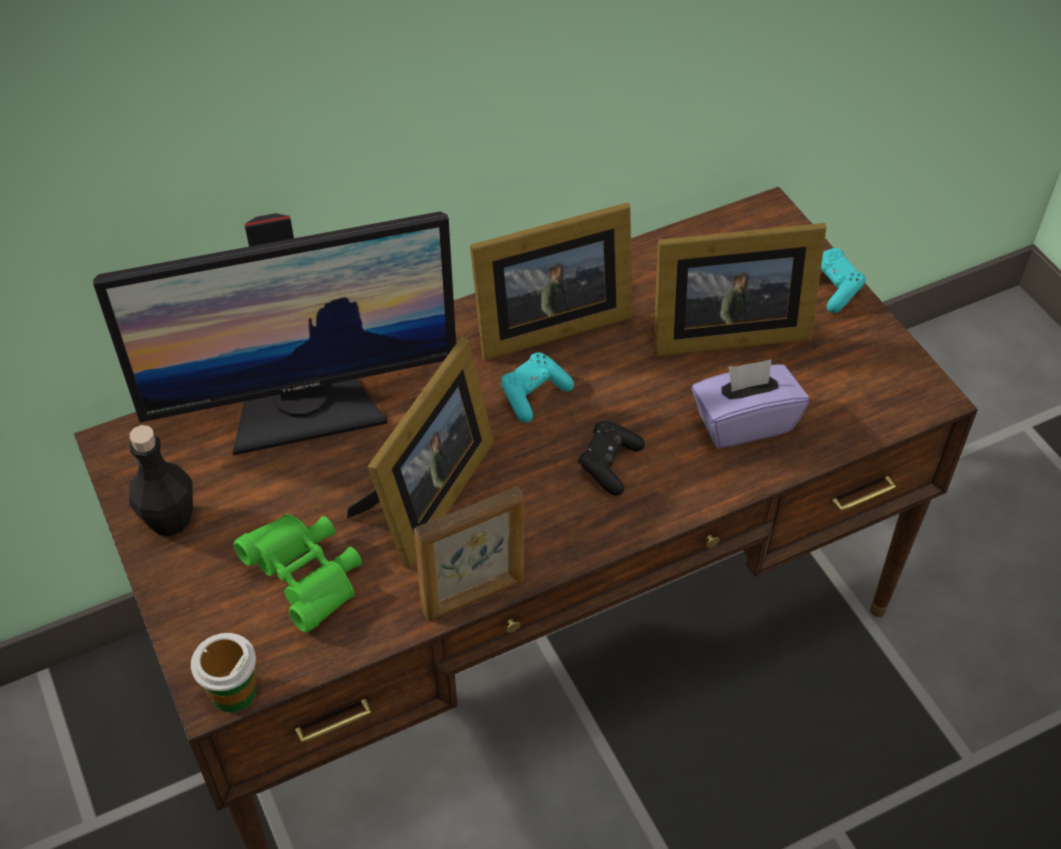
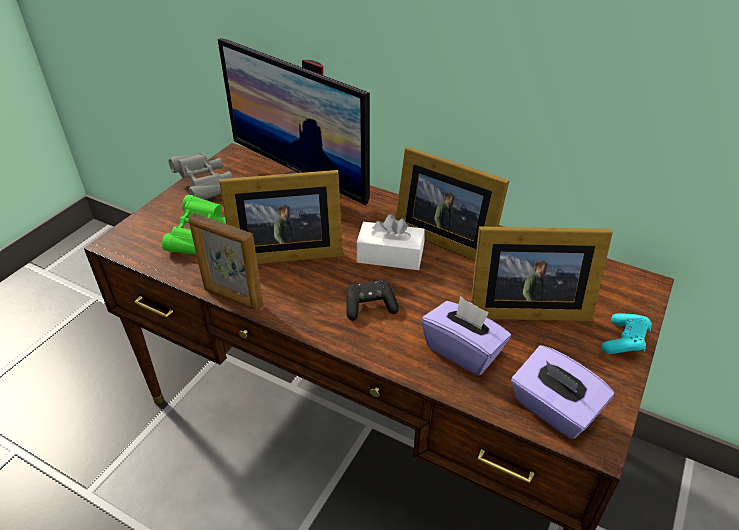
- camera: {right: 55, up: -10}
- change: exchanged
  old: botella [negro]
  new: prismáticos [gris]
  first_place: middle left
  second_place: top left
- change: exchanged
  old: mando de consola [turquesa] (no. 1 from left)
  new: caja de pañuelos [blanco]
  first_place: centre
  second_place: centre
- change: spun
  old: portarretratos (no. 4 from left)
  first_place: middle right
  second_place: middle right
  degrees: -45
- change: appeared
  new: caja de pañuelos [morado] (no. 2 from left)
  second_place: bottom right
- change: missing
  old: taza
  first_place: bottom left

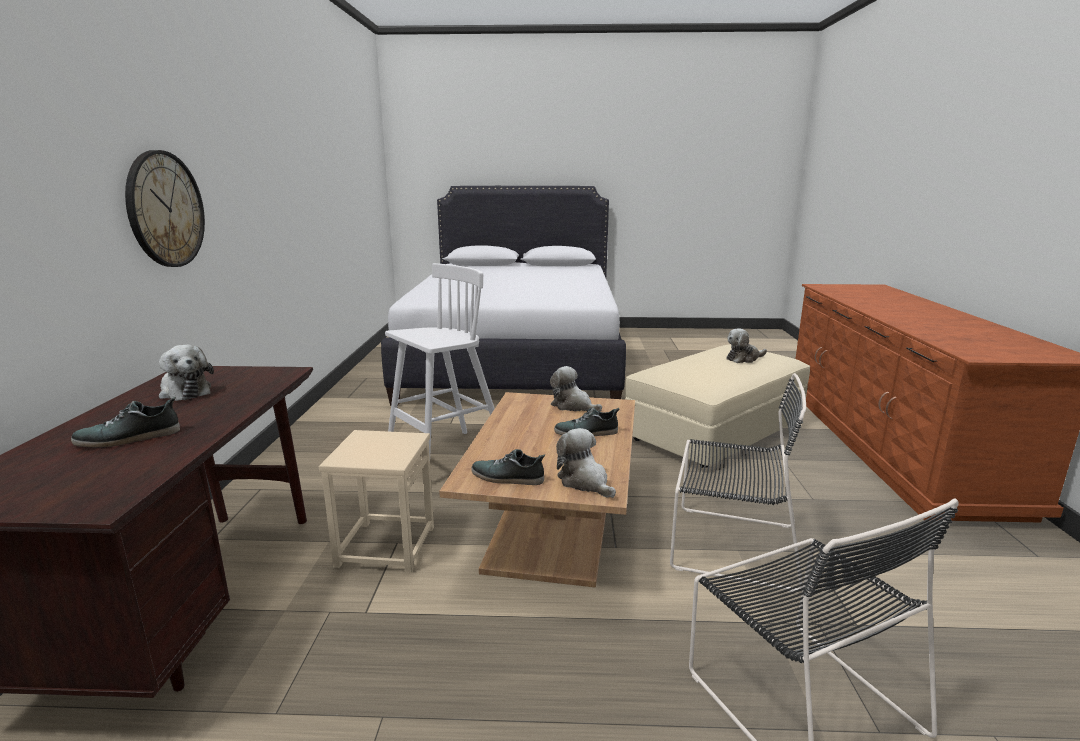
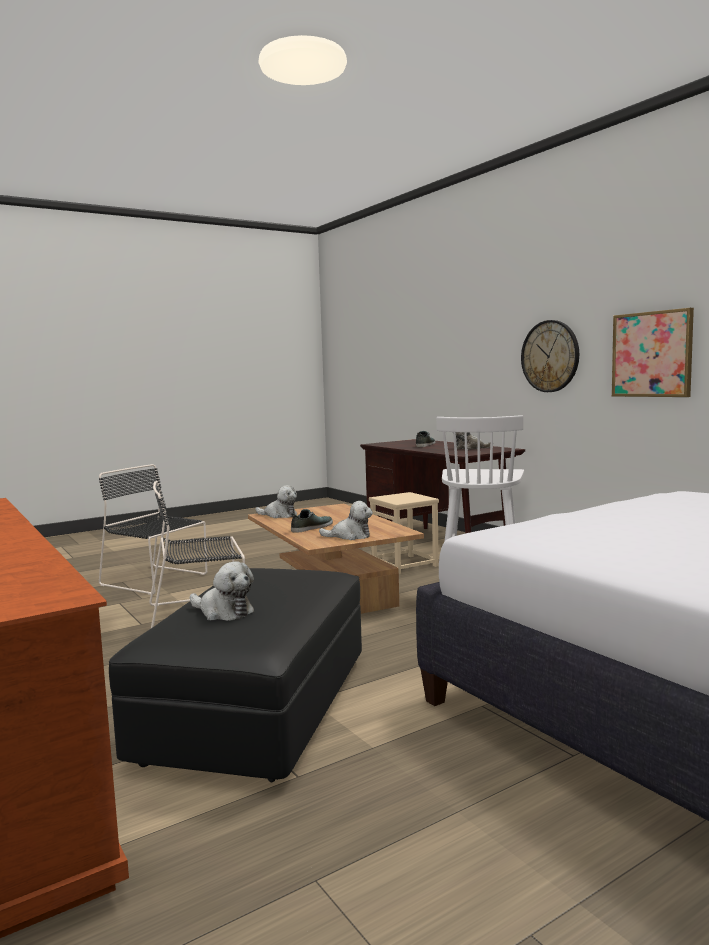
- camera: {right: 145, up: -10}
- change: colour
  old: puf [beis]
  new: puf [negro]
  first_place: centre
  second_place: bottom left
- change: spun
  old: peluche (no. 4 from left in the first image)
  first_place: middle right
  second_place: middle left
  degrees: 90
- change: appeared
  new: cuadro
  second_place: middle right
- change: missing
  old: zapato (no. 2 from left)
  first_place: centre

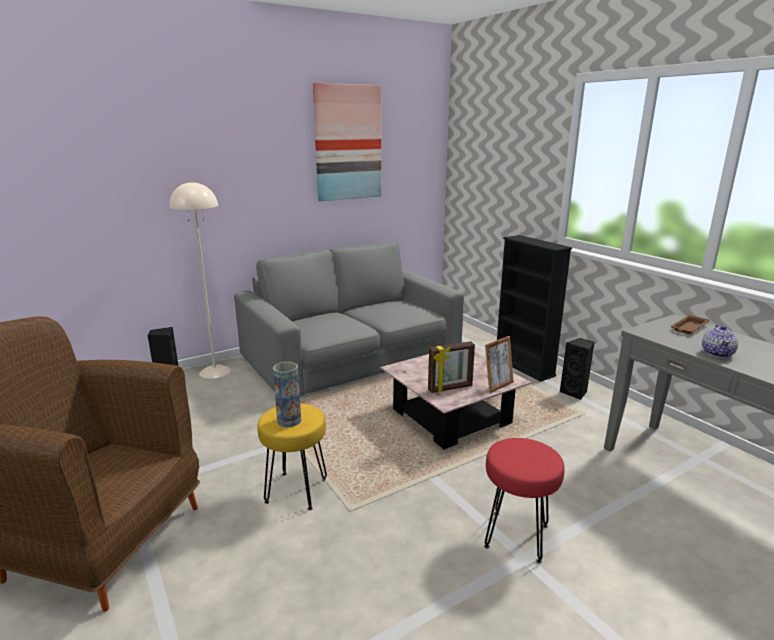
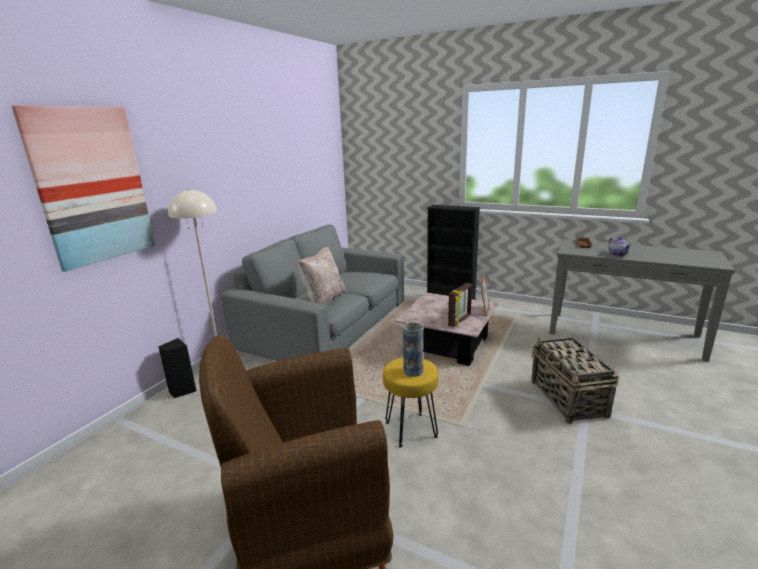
- camera: {right: -30, up: 0}
- change: relocated
  old: cuadro
  first_place: top centre
  second_place: top left
- change: appeared
  new: cojín [beis]
  second_place: centre
- change: exchanged
  old: taburete [rojo]
  new: cesta
  first_place: bottom right
  second_place: bottom right
- change: missing
  old: altavoz [negro] (no. 2 from left)
  first_place: middle right

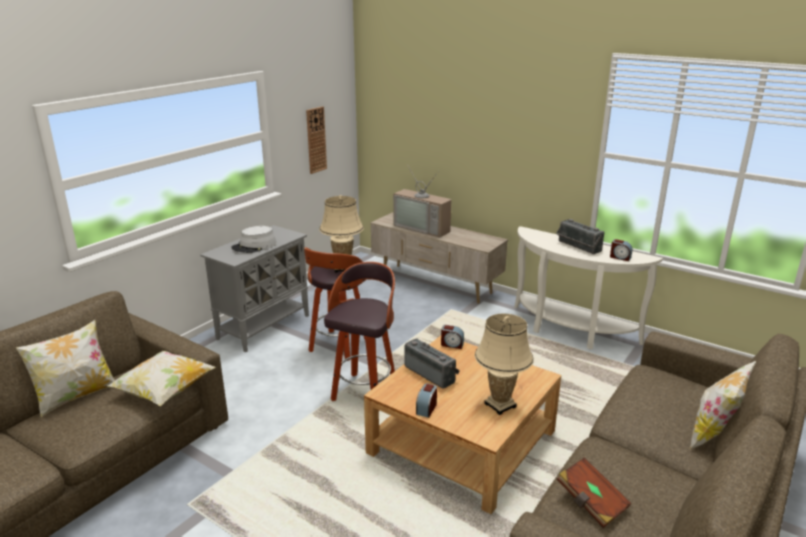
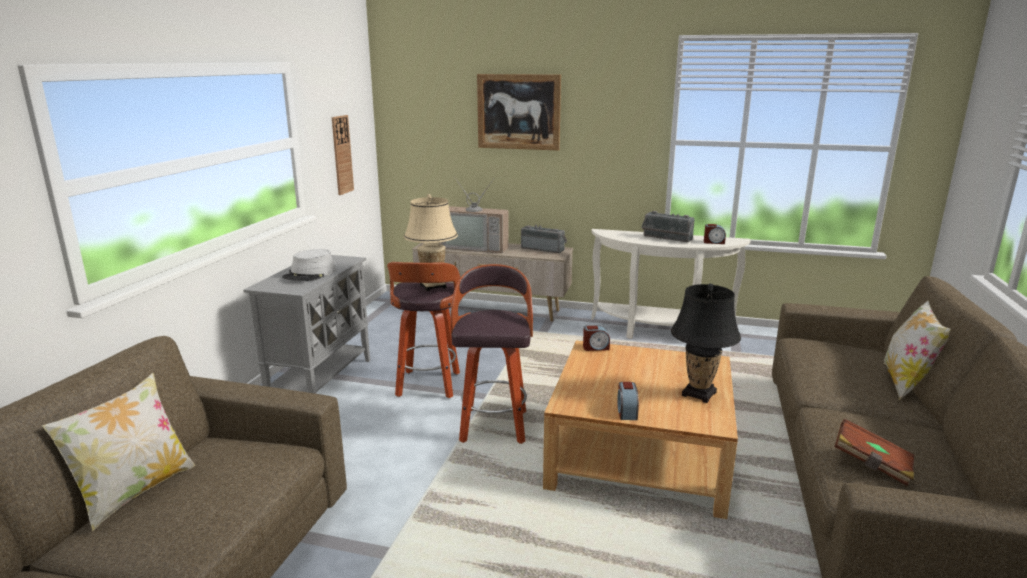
- camera: {right: -20, up: -5}
- change: appeared
  new: cuadro
  second_place: top centre
- change: relocated
  old: radio (no. 1 from left)
  first_place: bottom centre
  second_place: centre
- change: colour
  old: lámpara de mesa [beis] (no. 2 from left)
  new: lámpara de mesa [negro]
  first_place: bottom centre
  second_place: middle right
- change: missing
  old: cojín (no. 2 from left)
  first_place: bottom left

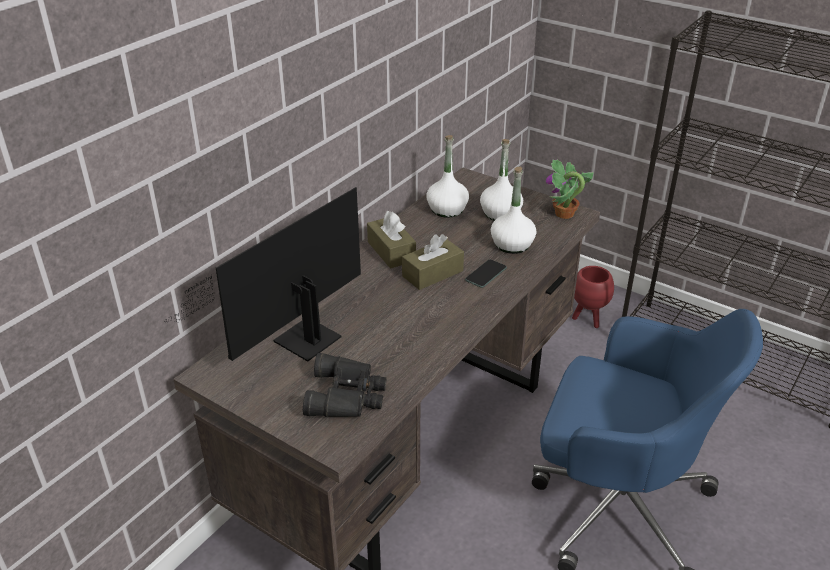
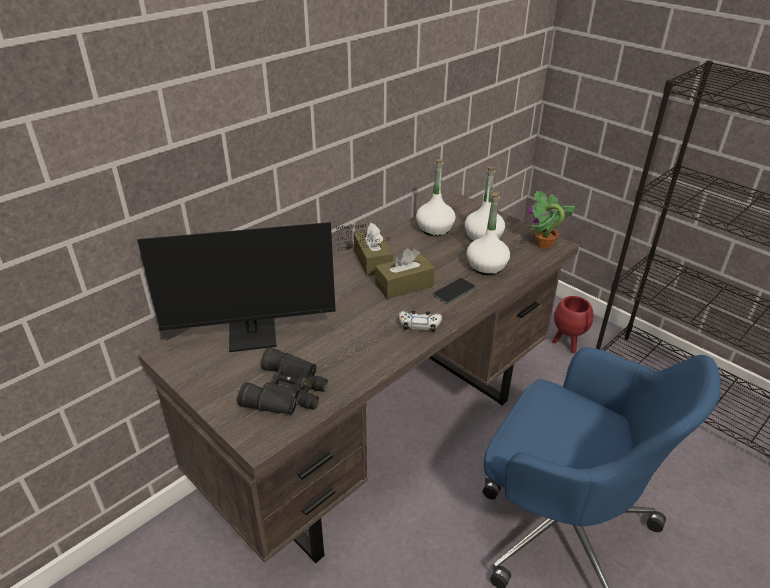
- camera: {right: 10, up: 0}
- change: spun
  old: monitor
  first_place: middle left
  second_place: centre
  degrees: -150
- change: appeared
  new: mando de consola [blanco]
  second_place: centre

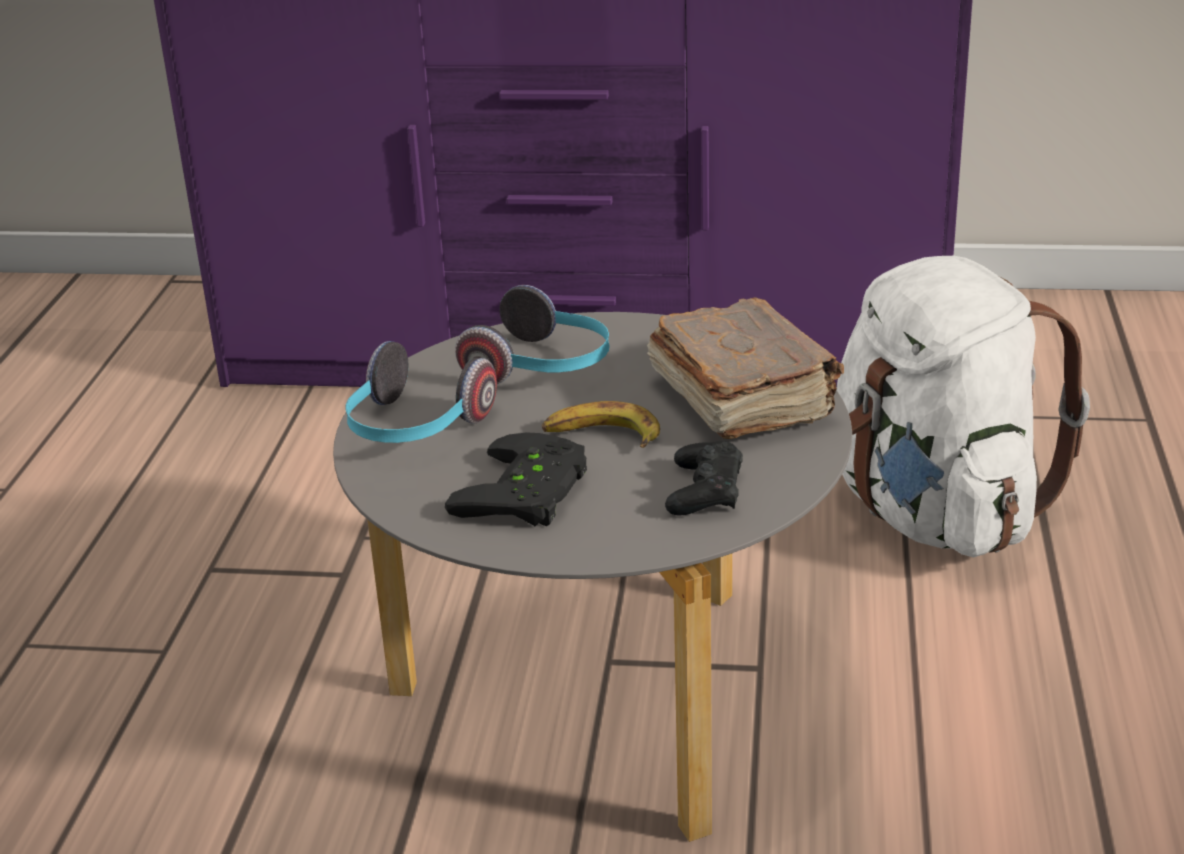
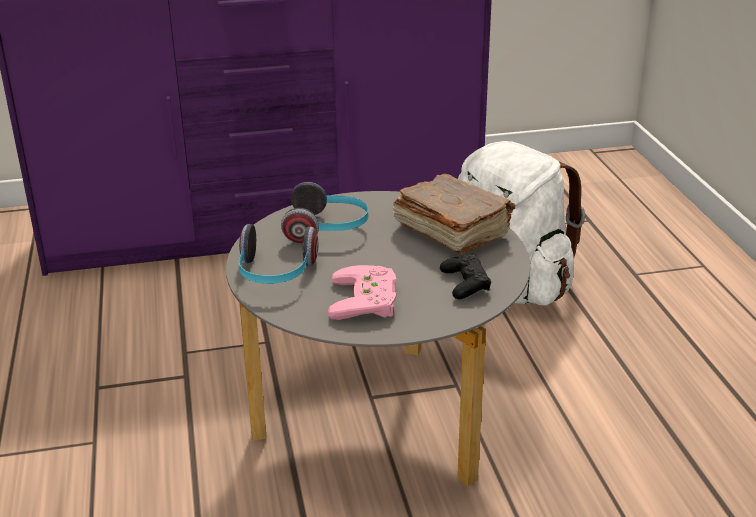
- camera: {right: -20, up: 0}
- change: colour
  old: mando de consola [negro] (no. 1 from left)
  new: mando de consola [rosa]
  first_place: centre
  second_place: centre
- change: missing
  old: plátano
  first_place: centre

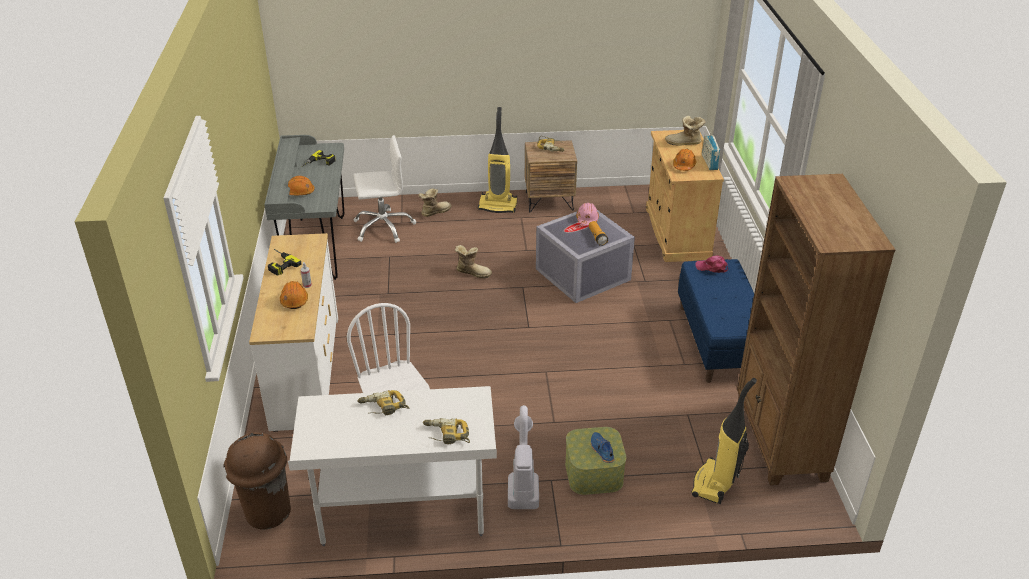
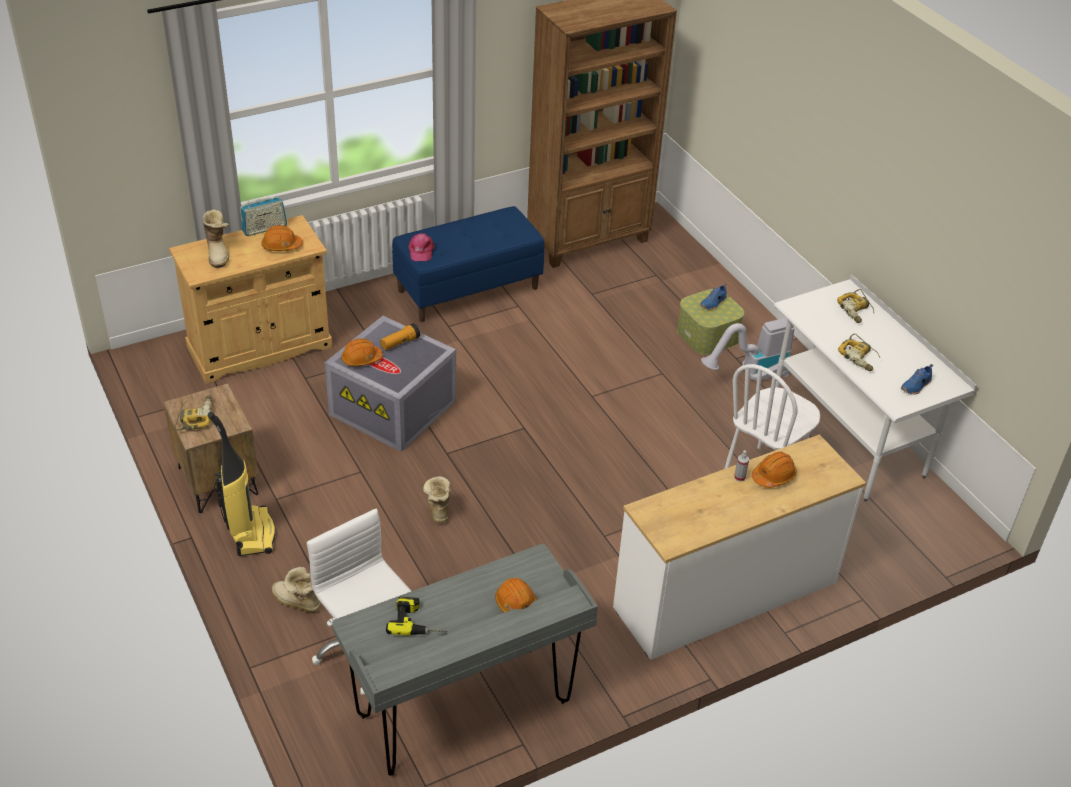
- camera: {right: -115, up: 5}
- change: colour
  old: casco [rosa]
  new: casco [naranja] (no. 2 from left)
  first_place: centre
  second_place: centre
- change: appeared
  new: zapato [azul] (no. 2 from left)
  second_place: middle right
- change: missing
  old: papelera [marrón]
  first_place: bottom left
- change: missing
  old: taladro (no. 1 from left)
  first_place: middle left
- change: missing
  old: aspiradora (no. 3 from left)
  first_place: bottom right

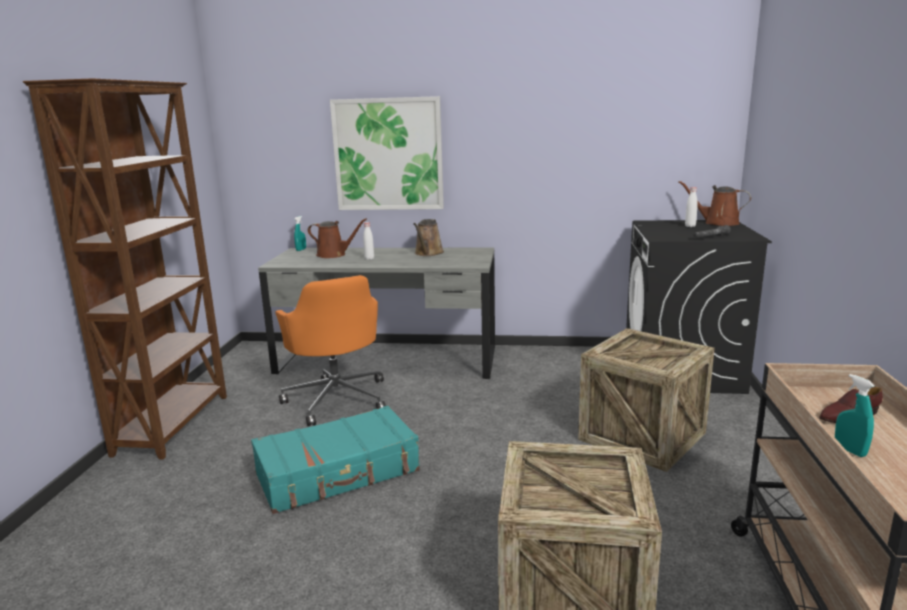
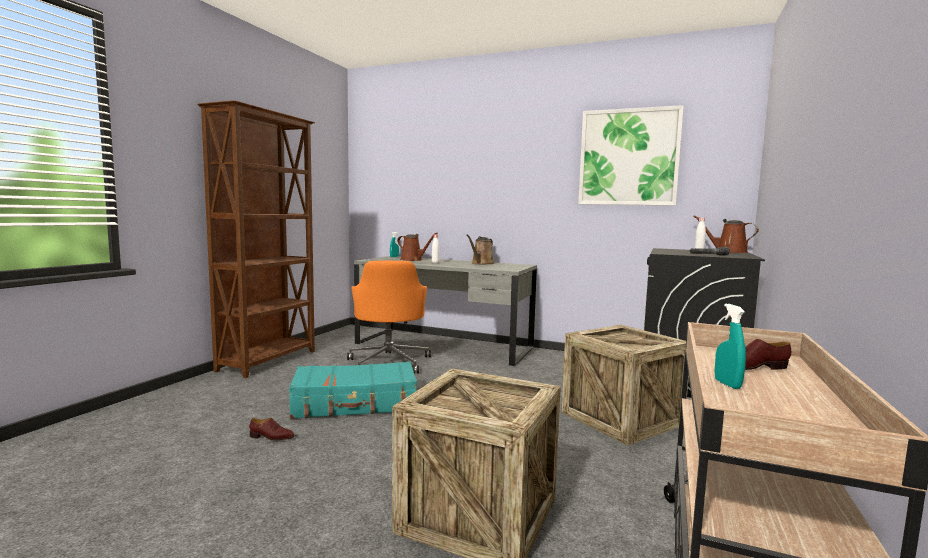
- camera: {right: 15, up: -10}
- change: appeared
  new: zapato [marrón] (no. 1 from left)
  second_place: bottom left
- change: relocated
  old: cuadro
  first_place: top centre
  second_place: top right

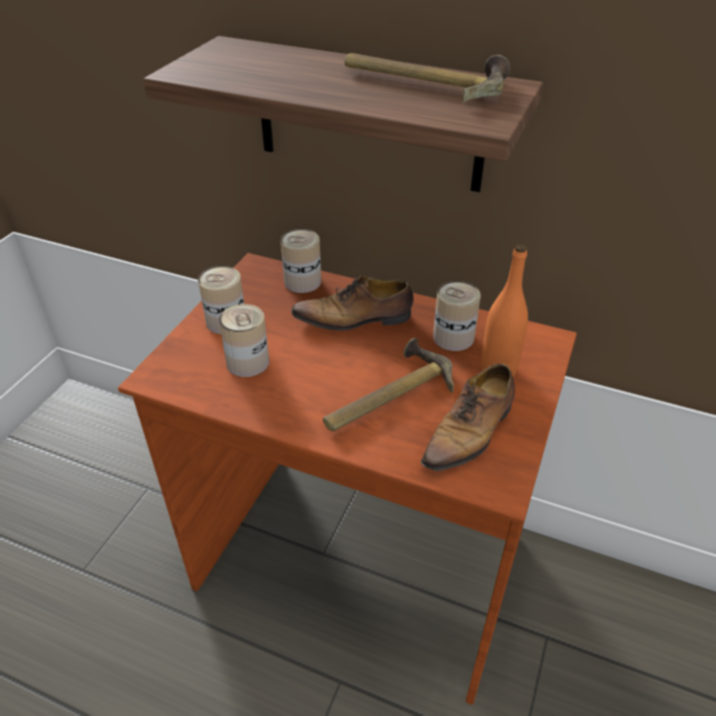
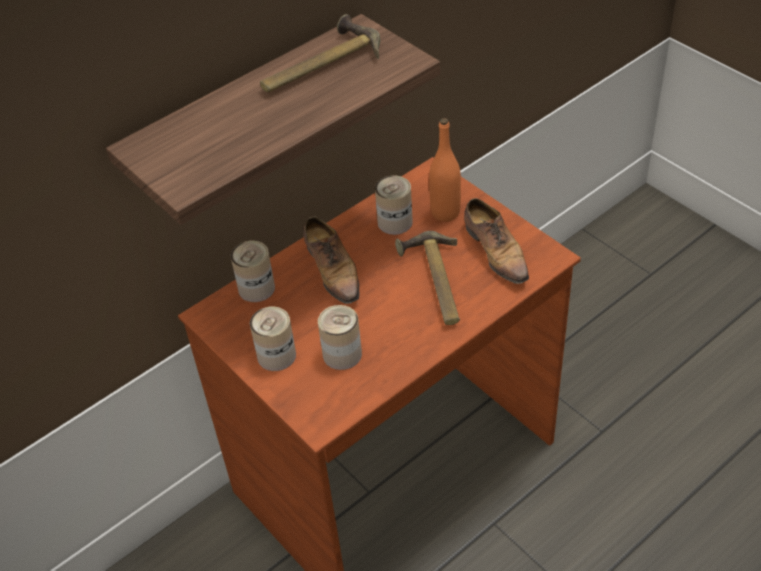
- camera: {right: -60, up: 5}
- change: spun
  old: zapato (no. 1 from left)
  first_place: centre
  second_place: centre
  degrees: -45

